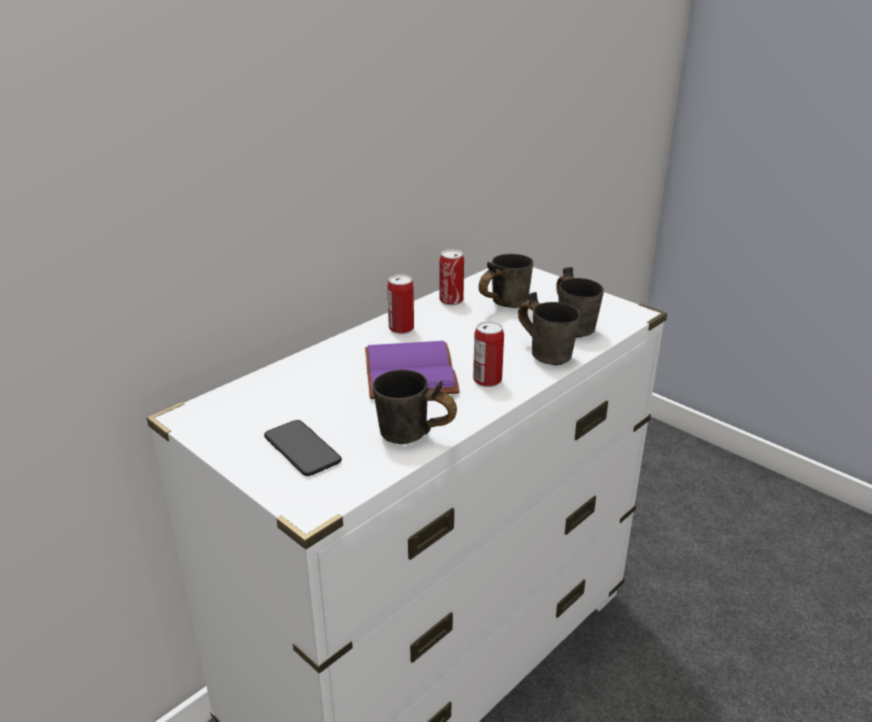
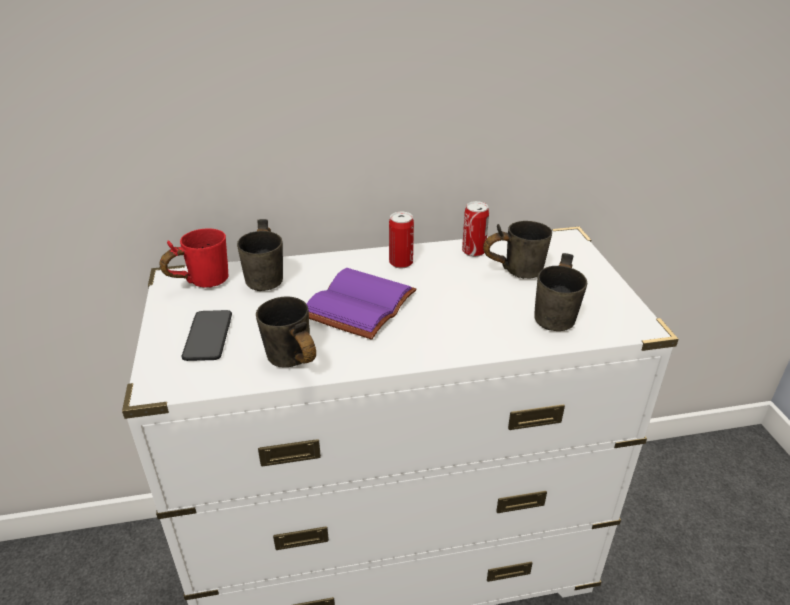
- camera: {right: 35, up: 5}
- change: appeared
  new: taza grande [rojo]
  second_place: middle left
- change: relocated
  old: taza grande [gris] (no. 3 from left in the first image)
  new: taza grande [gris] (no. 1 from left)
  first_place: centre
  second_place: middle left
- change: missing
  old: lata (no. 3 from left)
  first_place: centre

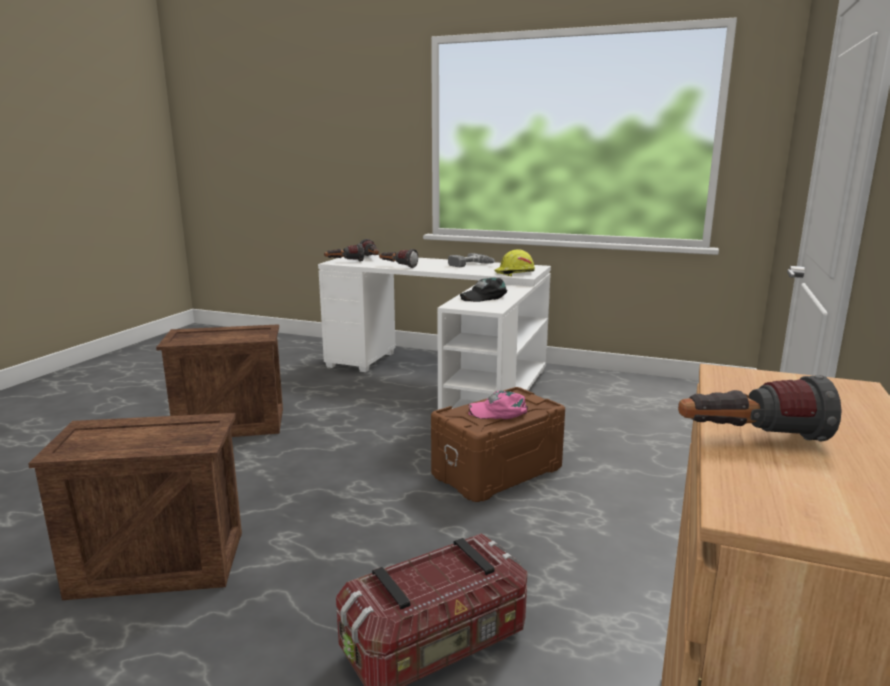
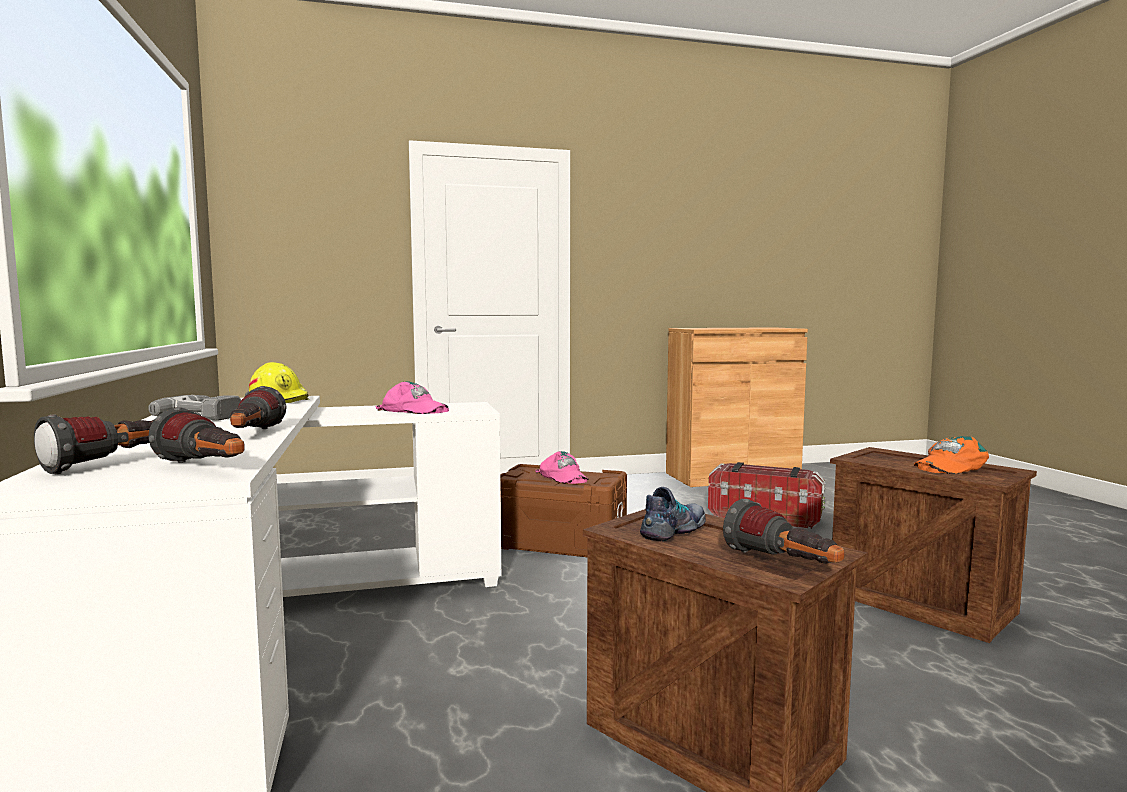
- camera: {right: -125, up: -10}
- change: colour
  old: gorra [negro]
  new: gorra [rosa] (no. 1 from left)
  first_place: centre
  second_place: centre
- change: appeared
  new: zapato
  second_place: centre
- change: relocated
  old: linterna (no. 4 from left)
  first_place: middle right
  second_place: bottom right
- change: appeared
  new: gorra [naranja]
  second_place: middle right

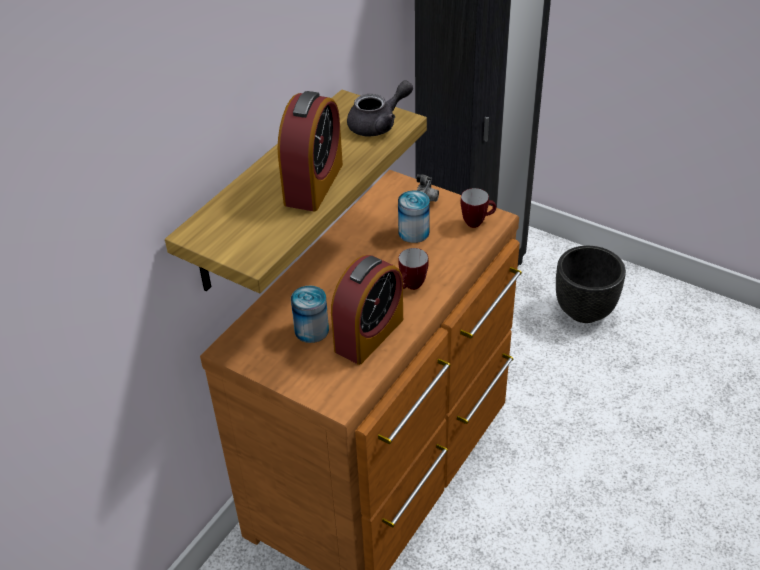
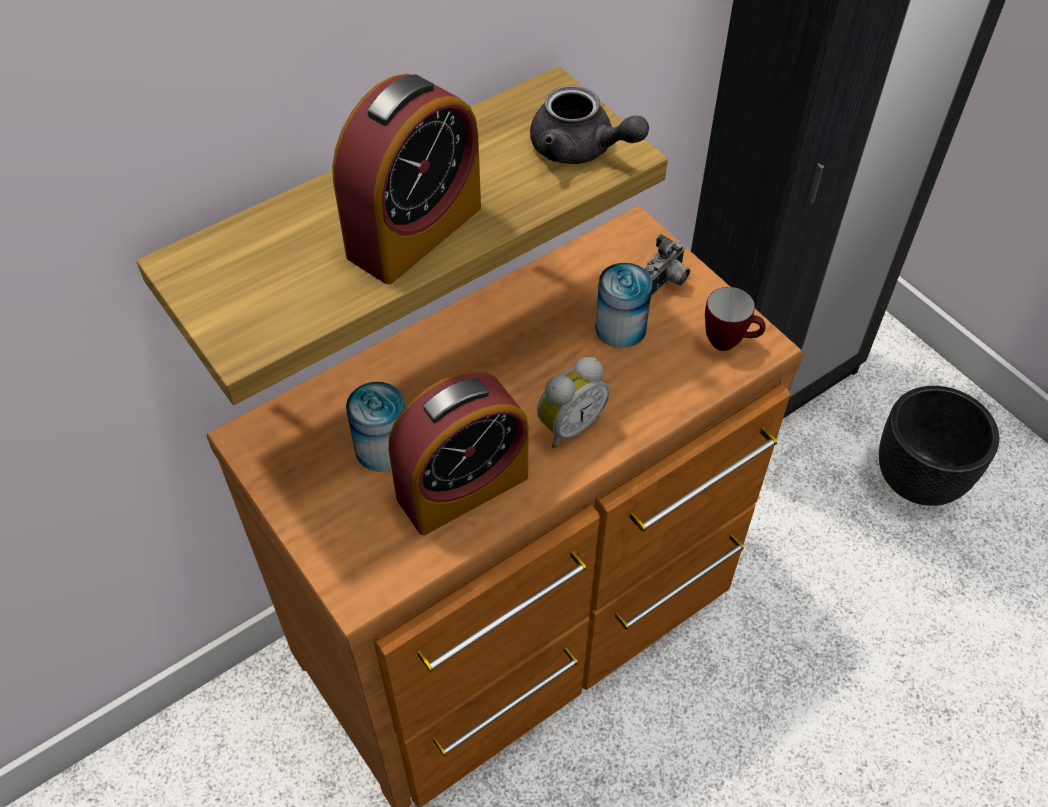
- camera: {right: 20, up: 10}
- change: spun
  old: tetera [gris]
  first_place: top centre
  second_place: top centre
  degrees: 45
- change: exchanged
  old: taza grande (no. 1 from left)
  new: despertador (no. 3 from left)
  first_place: centre
  second_place: centre

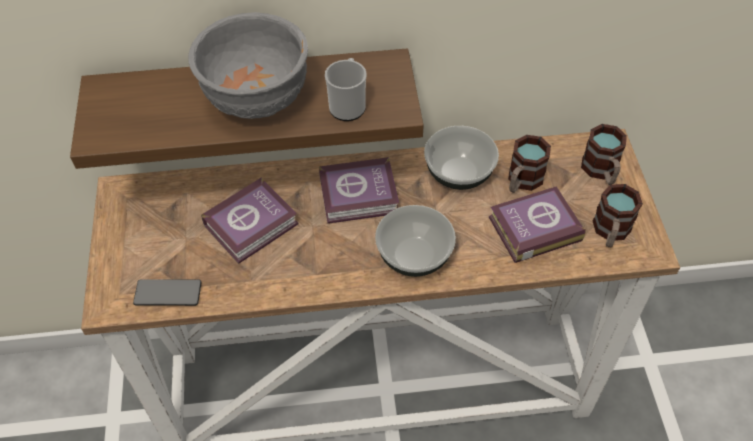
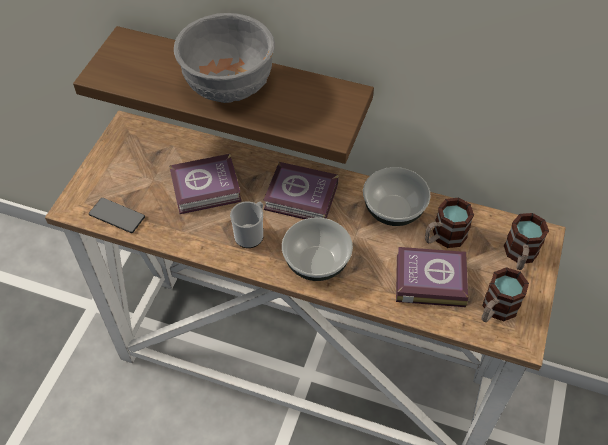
- camera: {right: 25, up: 0}
- change: relocated
  old: taza grande (no. 1 from left)
  first_place: top centre
  second_place: centre

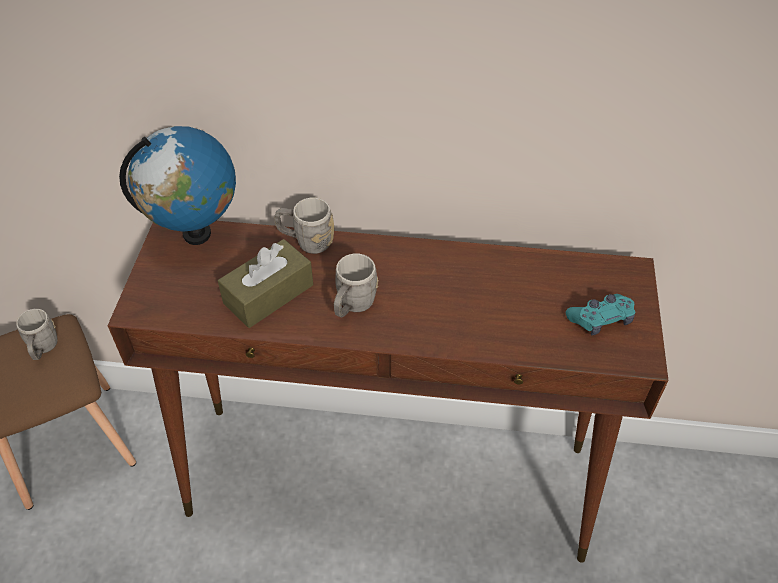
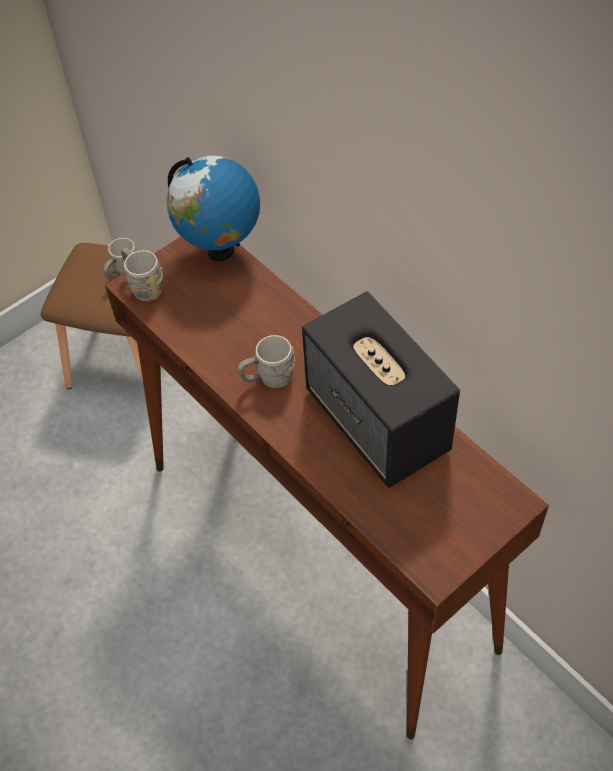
- camera: {right: 45, up: 5}
- change: relocated
  old: taza grande [gris] (no. 2 from left)
  first_place: centre
  second_place: middle left
- change: appeared
  new: altavoz
  second_place: centre
- change: missing
  old: caja de pañuelos [marrón]
  first_place: centre
- change: missing
  old: mando de consola [turquesa]
  first_place: middle right

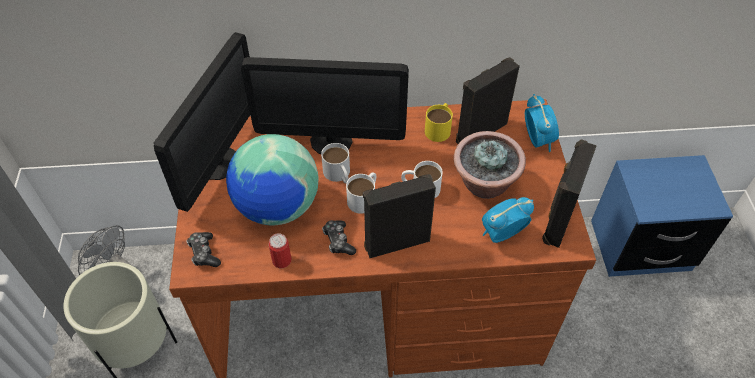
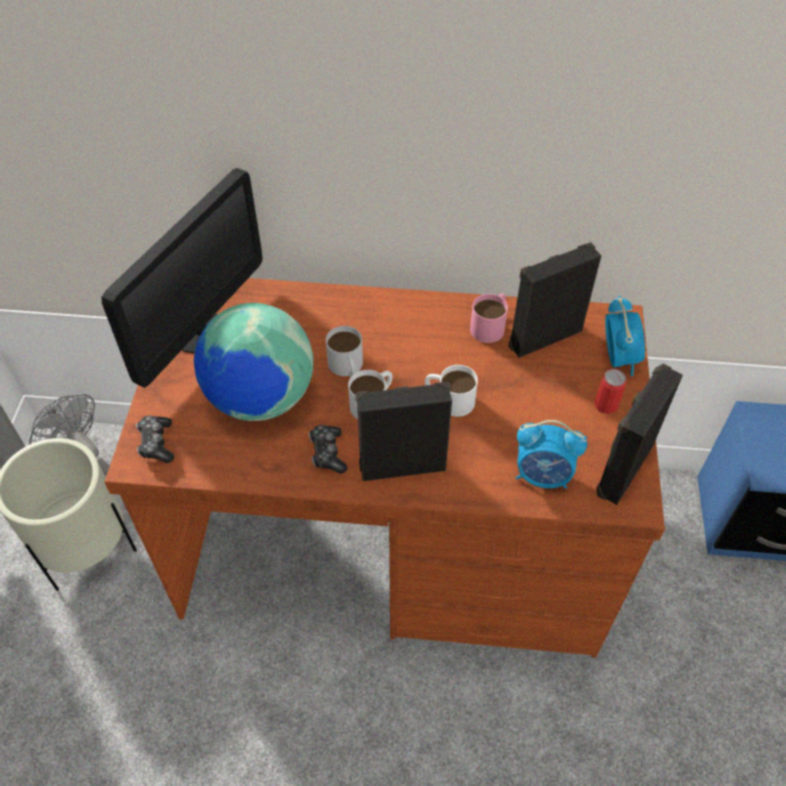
- camera: {right: 10, up: 0}
- change: colour
  old: taza grande [amarillo]
  new: taza grande [rosa]
  first_place: top centre
  second_place: centre
- change: spun
  old: despertador (no. 1 from left)
  first_place: middle right
  second_place: middle right
  degrees: -150
- change: relocated
  old: lata
  first_place: centre
  second_place: middle right
- change: missing
  old: monitor (no. 2 from left)
  first_place: top centre
- change: missing
  old: planta en maceta
  first_place: centre

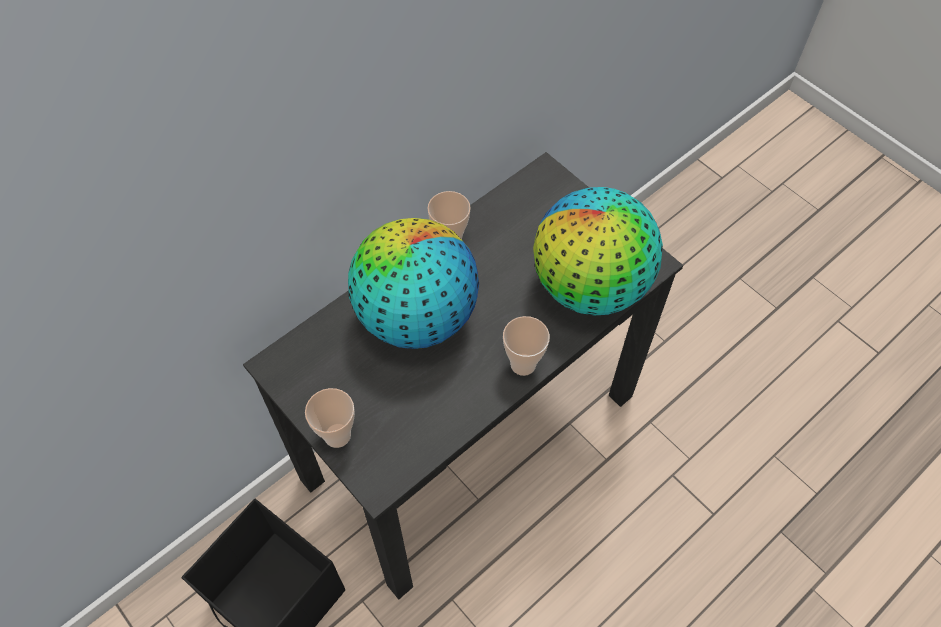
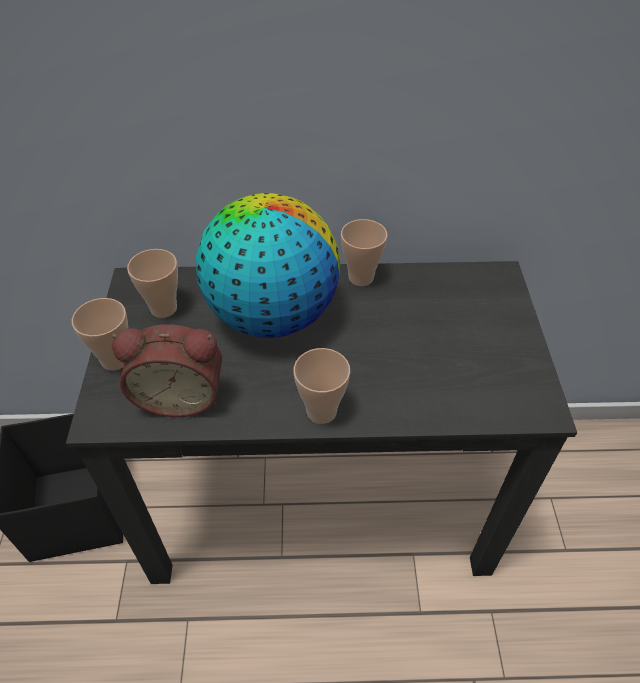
- camera: {right: 40, up: -10}
- change: appeared
  new: despertador
  second_place: middle left
- change: appeared
  new: taza (no. 2 from left)
  second_place: middle left
- change: missing
  old: globo terráqueo (no. 2 from left)
  first_place: centre

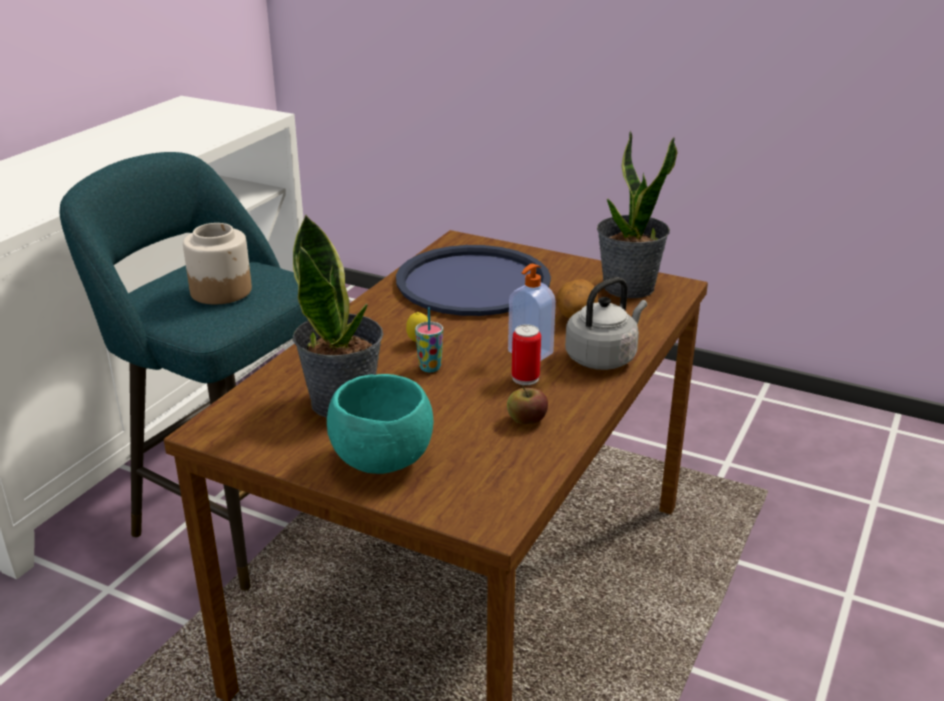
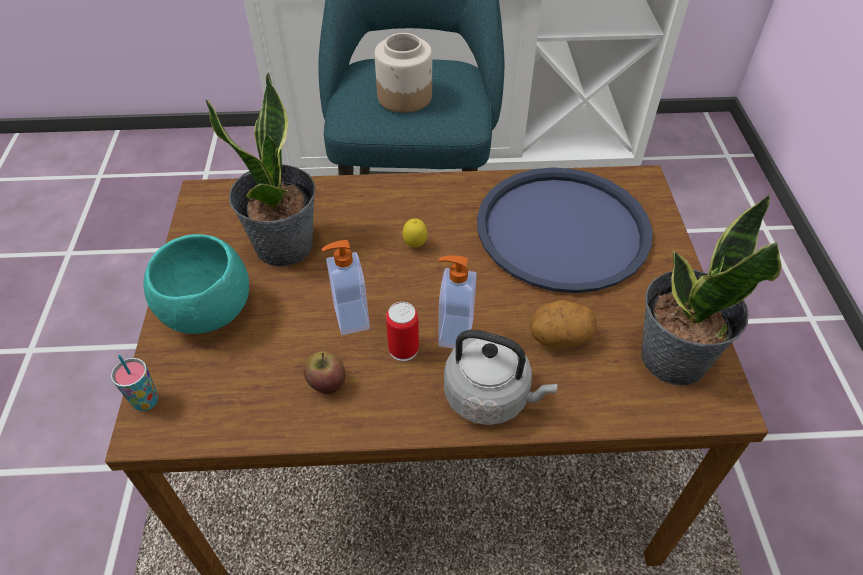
- camera: {right: 60, up: 20}
- change: relocated
  old: taza
  first_place: centre
  second_place: middle left
- change: appeared
  new: dispensador de jabón (no. 1 from left)
  second_place: centre

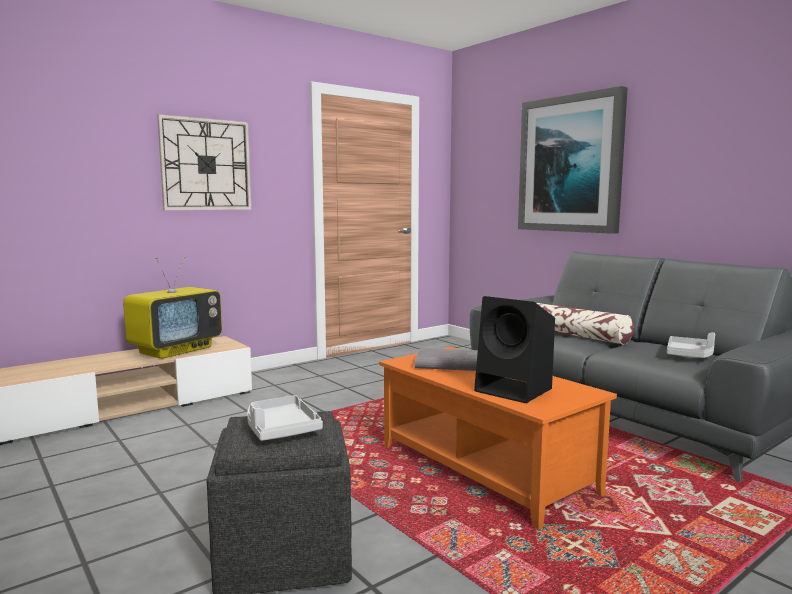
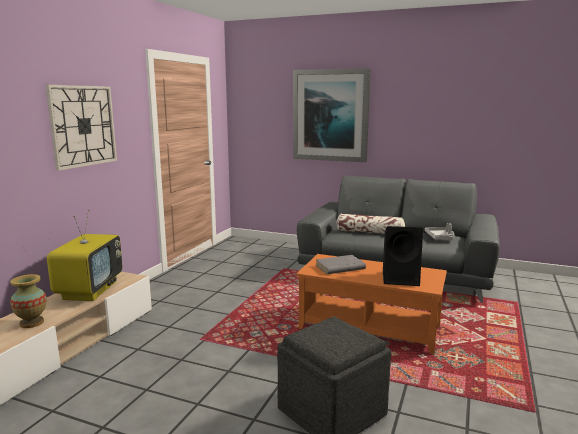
- camera: {right: -30, up: 5}
- change: appeared
  new: florero
  second_place: bottom left
- change: missing
  old: bandeja [gris] (no. 1 from left)
  first_place: bottom centre

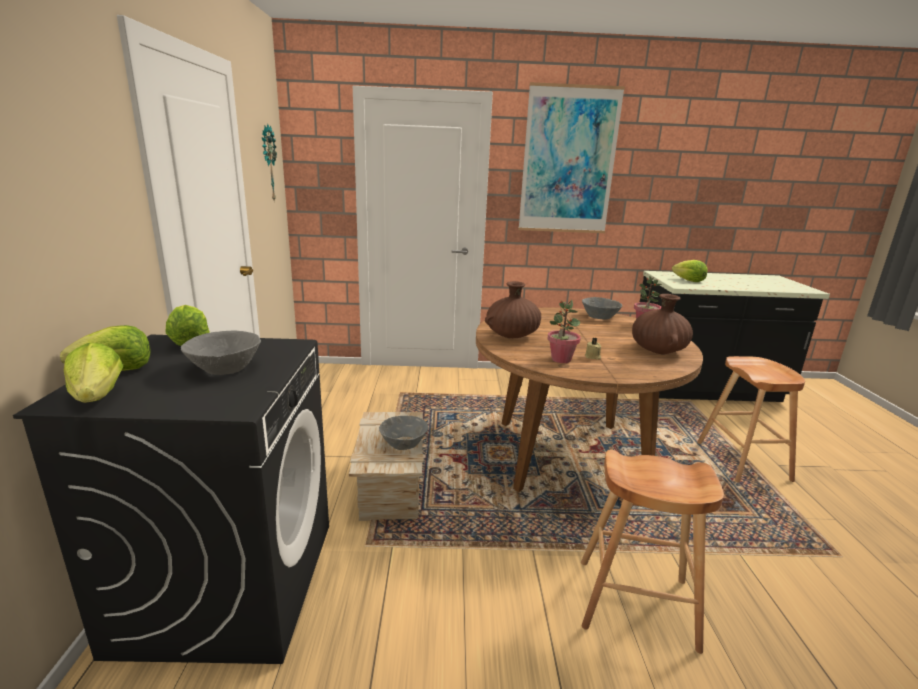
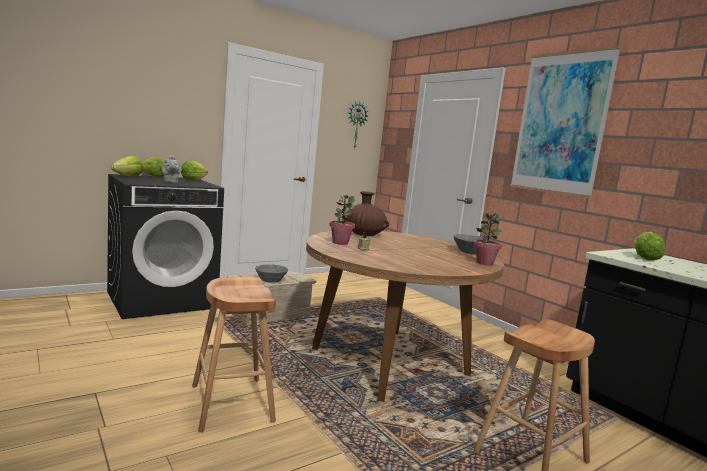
- camera: {right: 55, up: -10}
- change: exchanged
  old: cuenco [gris] (no. 1 from left)
  new: tetera [gris]
  first_place: middle left
  second_place: middle left
- change: missing
  old: florero [marrón] (no. 2 from left)
  first_place: middle right

